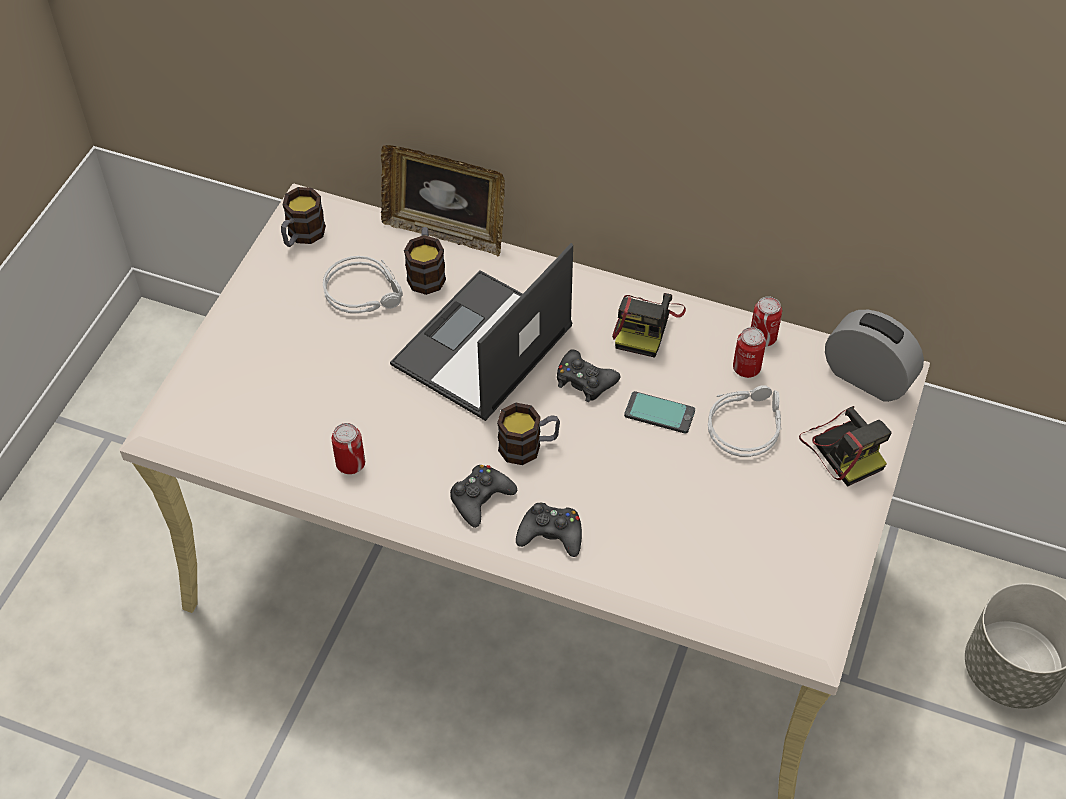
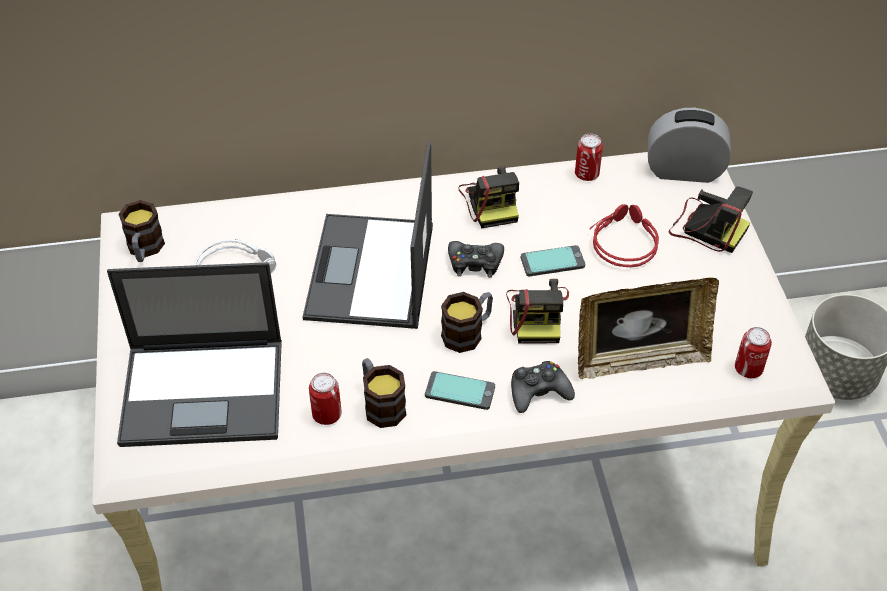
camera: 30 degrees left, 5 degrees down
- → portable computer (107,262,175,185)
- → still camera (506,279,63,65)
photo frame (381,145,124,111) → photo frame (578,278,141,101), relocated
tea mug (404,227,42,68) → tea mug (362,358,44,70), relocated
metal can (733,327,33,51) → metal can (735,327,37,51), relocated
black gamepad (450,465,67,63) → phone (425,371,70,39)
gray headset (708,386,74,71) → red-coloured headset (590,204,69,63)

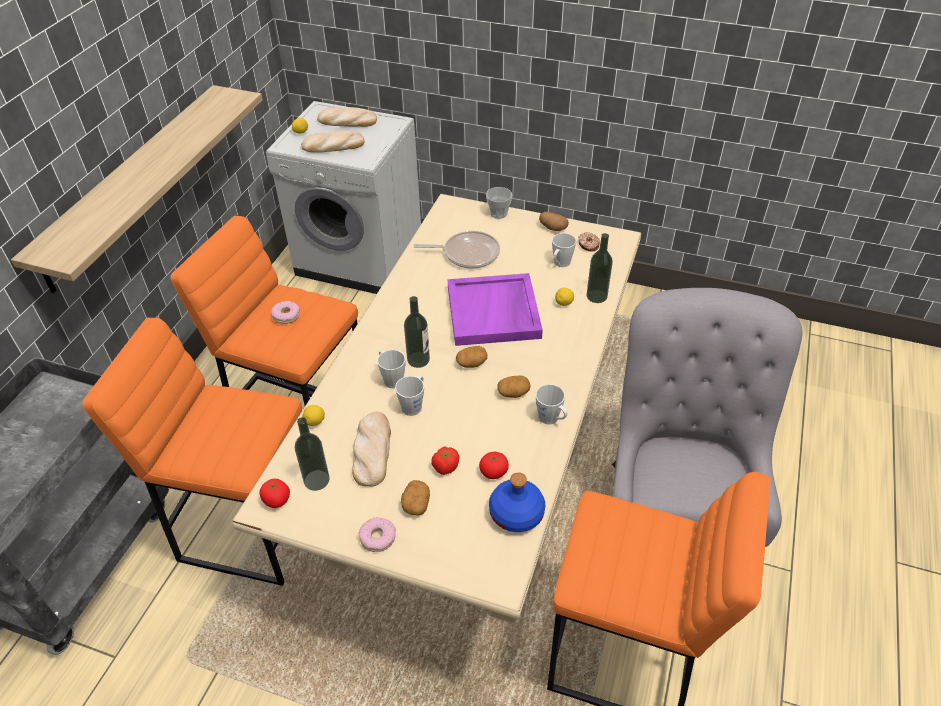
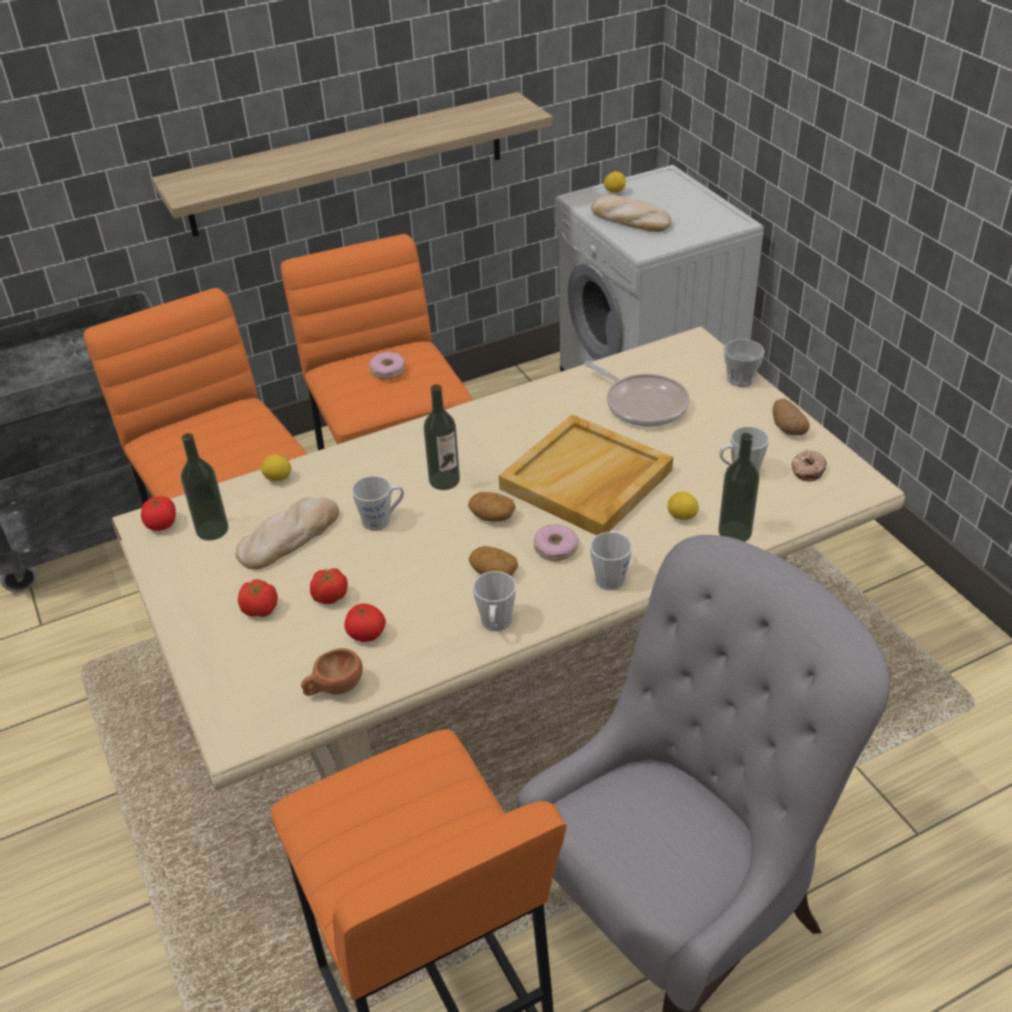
camera: 45 degrees right, 5 degrees down
bread (317,107,60,20) → -
donut (359,517,37,35) → donut (534,524,45,37), relocated
gray tea mug (377,350,29,39) → gray tea mug (590,530,42,60), relocated
spud (401,480,29,36) → tomato (238,579,40,38)
blue-coloured bottle (489,473,56,59) → brown drinking cup (301,648,62,48)
purple serving tray (448,273,95,73) → beige serving tray (499,414,174,122)

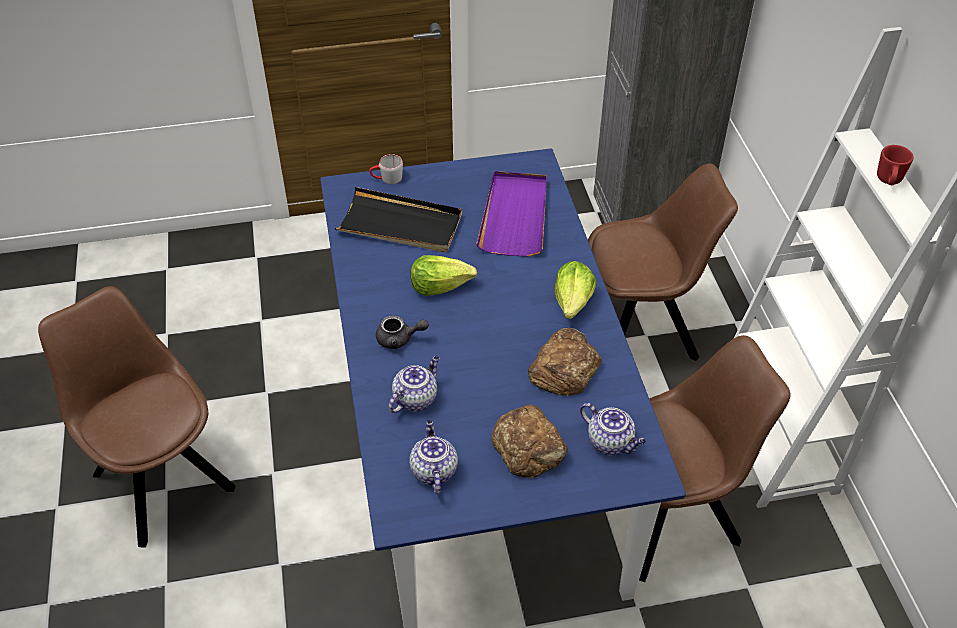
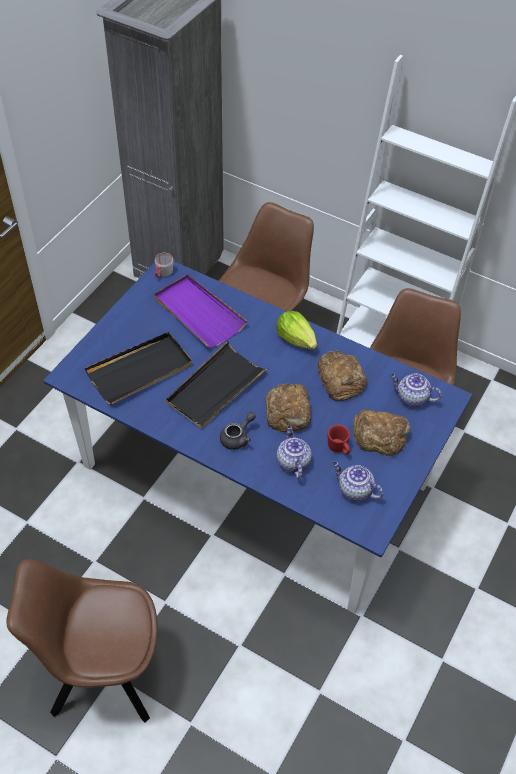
camera: 50 degrees left, 5 degrees up
- → bread (265,383,46,49)
gray tea mug (369,154,34,30) → gray tea mug (155,253,19,24), relocated
red-coloured tea mug (877,145,37,40) → red-coloured tea mug (328,425,22,30), relocated
lettuce head (411,255,66,41) → black serving tray (166,341,102,87)
pot for tea (580,403,66,52) → pot for tea (390,374,52,33), 150 degrees counterclockwise

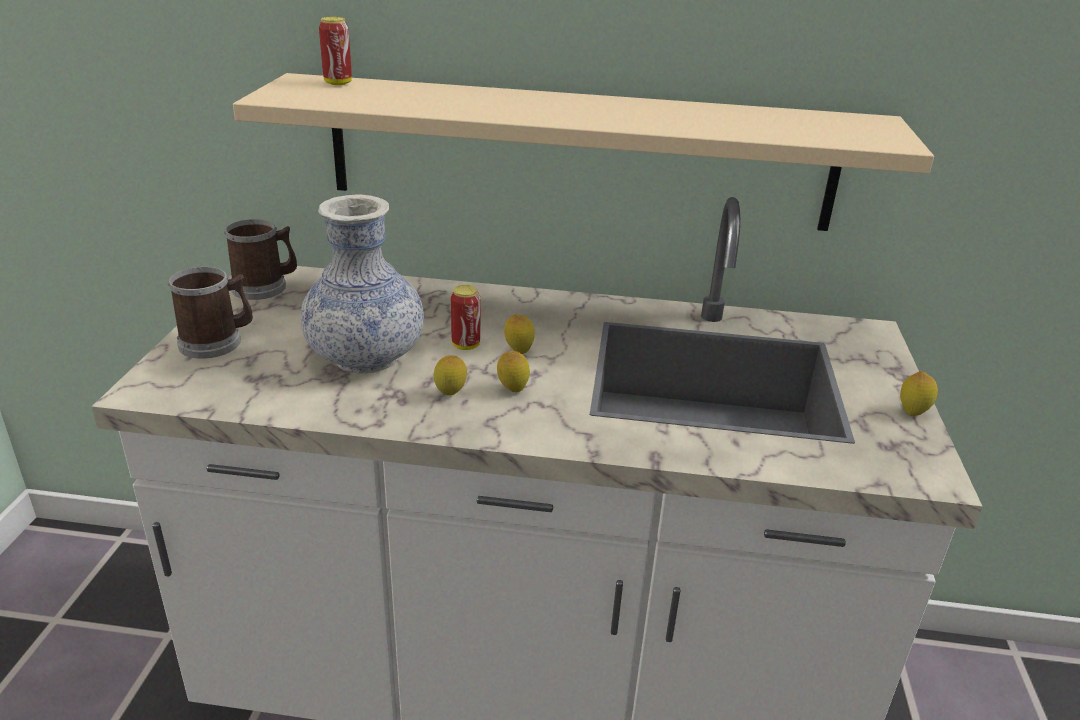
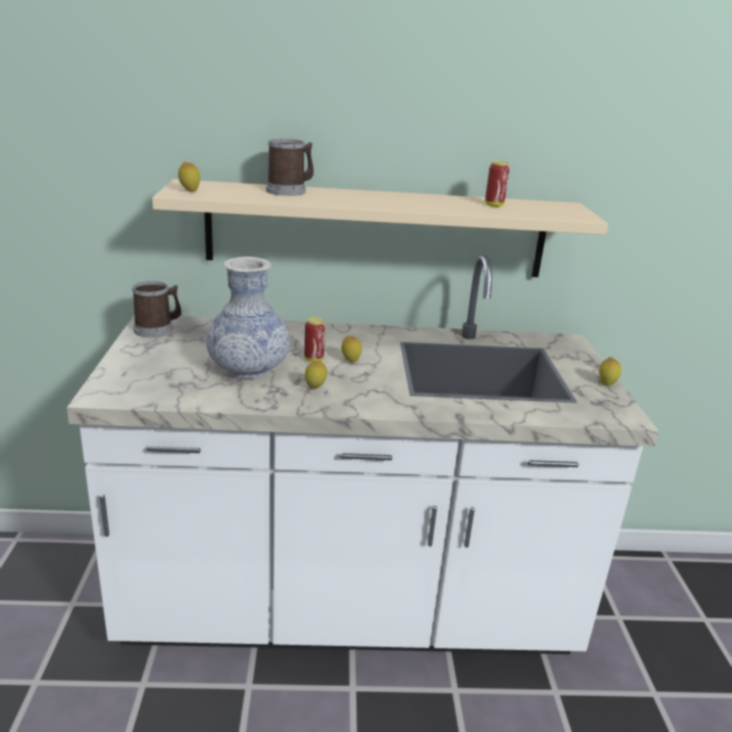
camera: 10 degrees left, 5 degrees down
tea mug (168,267,85,92) → tea mug (266,139,48,57), relocated
metal can (319,17,33,68) → metal can (485,161,25,46), relocated
citrus fruit (497,351,33,41) → citrus fruit (178,162,22,30), relocated

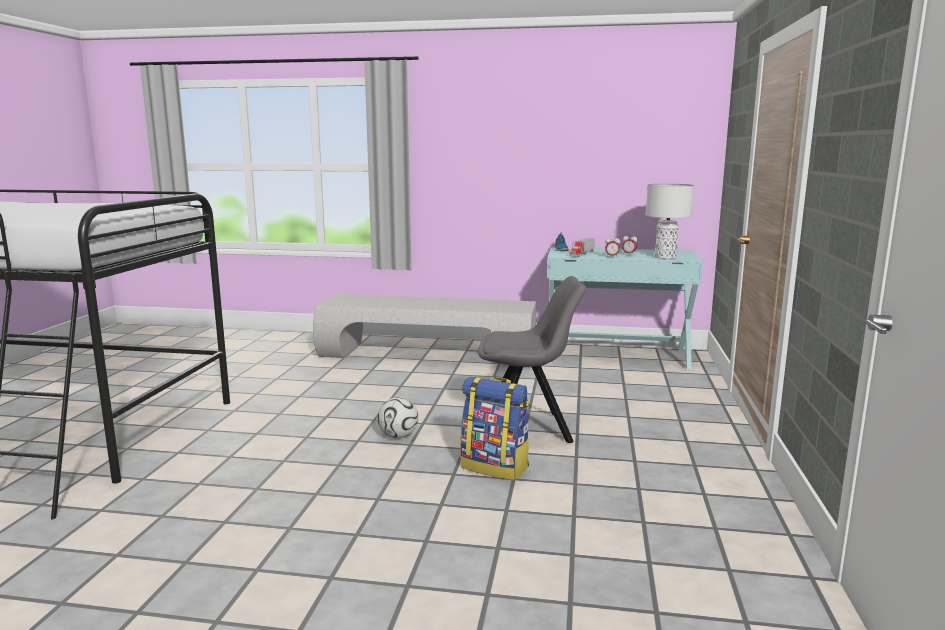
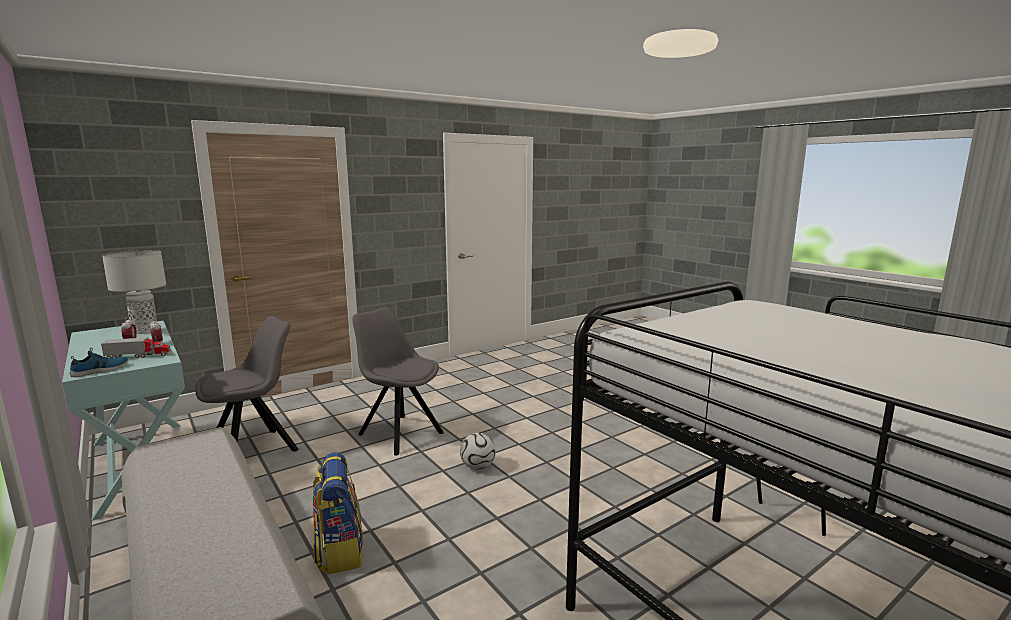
camera: 135 degrees left, 0 degrees up
- → gray chair (195,316,103,136)
knapsack (460,376,69,104) → knapsack (312,452,51,123), relocated

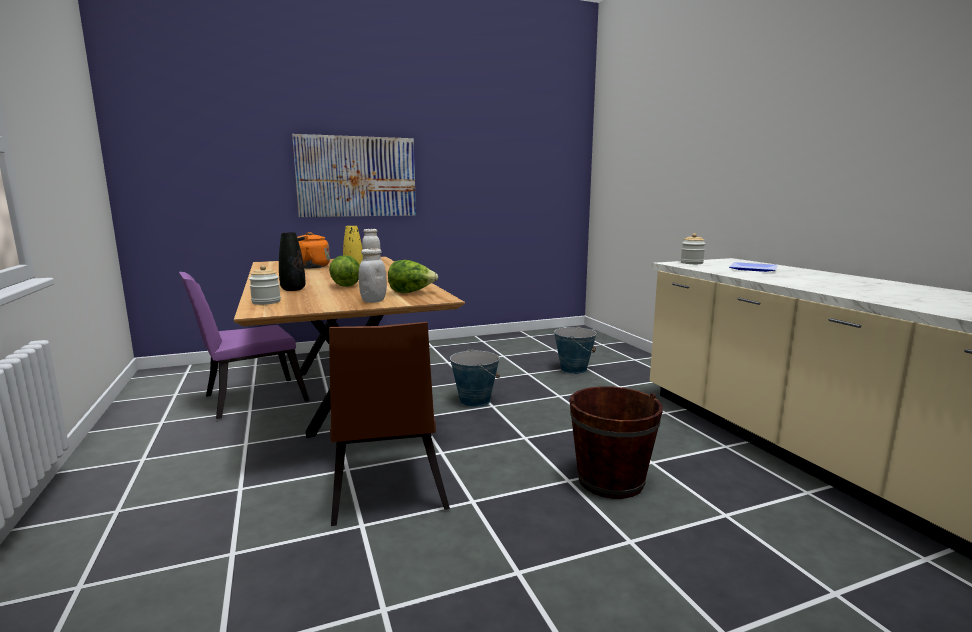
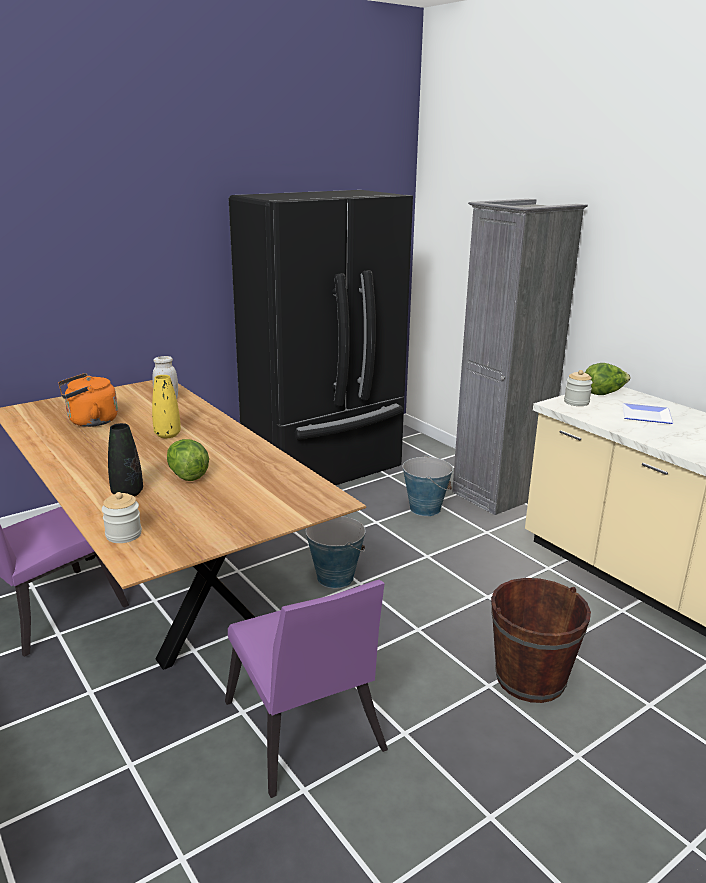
camera: 15 degrees left, 10 degrees up
wall art (292,134,124,83) → -
white-coloured preserve jar (359,248,28,55) → -
- → black refrigerator (229,190,184,295)
- → gray cabinet (452,199,136,316)
lettuce head (388,260,50,33) → lettuce head (585,363,46,32), relocated
brown chair (329,322,121,204) → purple chair (225,580,163,218)

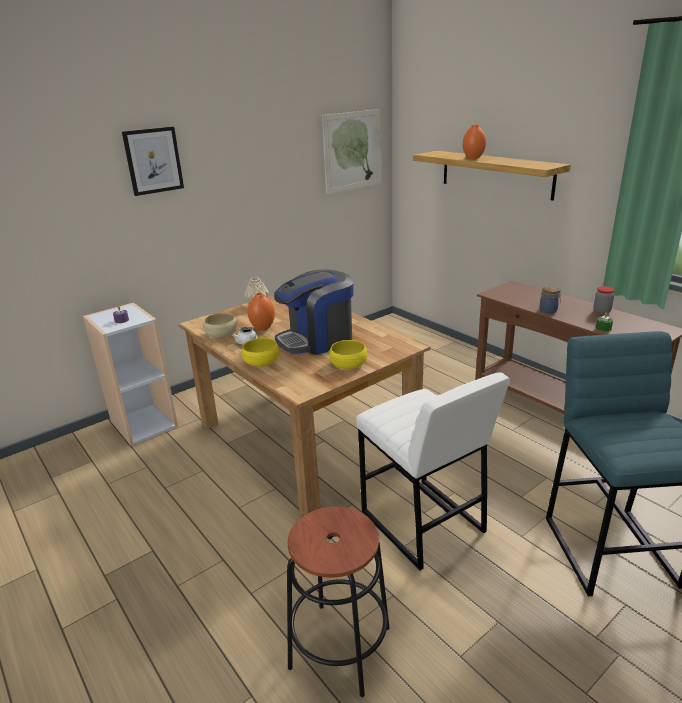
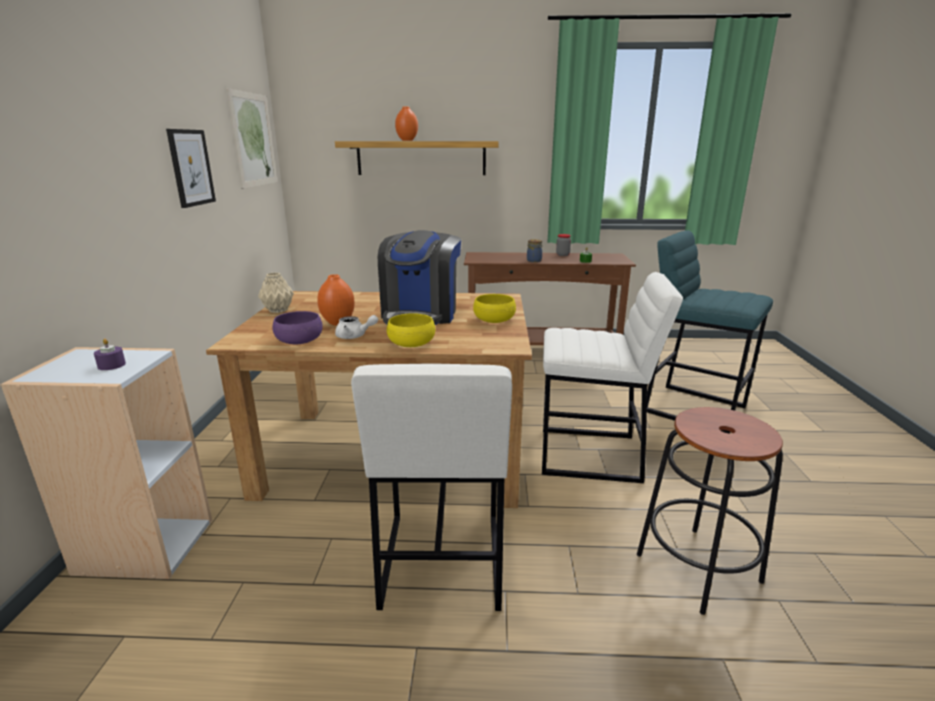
camera: 50 degrees left, 5 degrees down
- → white-coloured chair (351,364,161,247)
wall art (122,127,62,69) → wall art (166,129,50,79), relocated
beige serving bowl (203,313,34,25) → purple serving bowl (272,311,51,33)

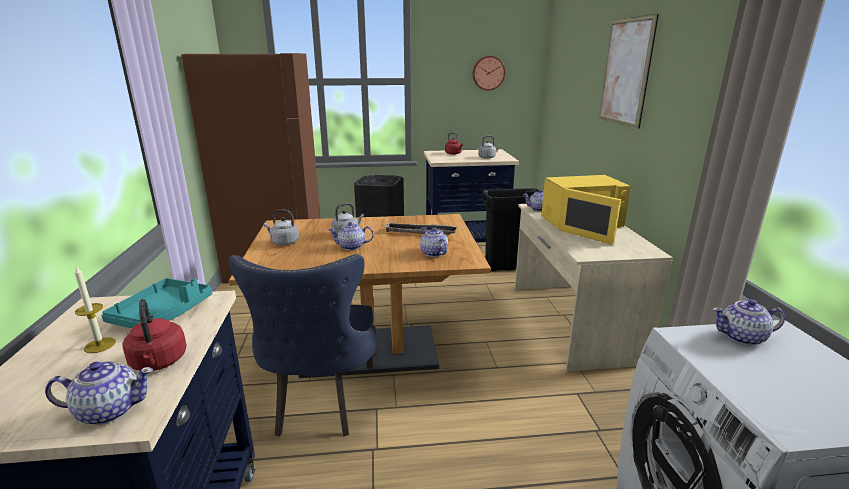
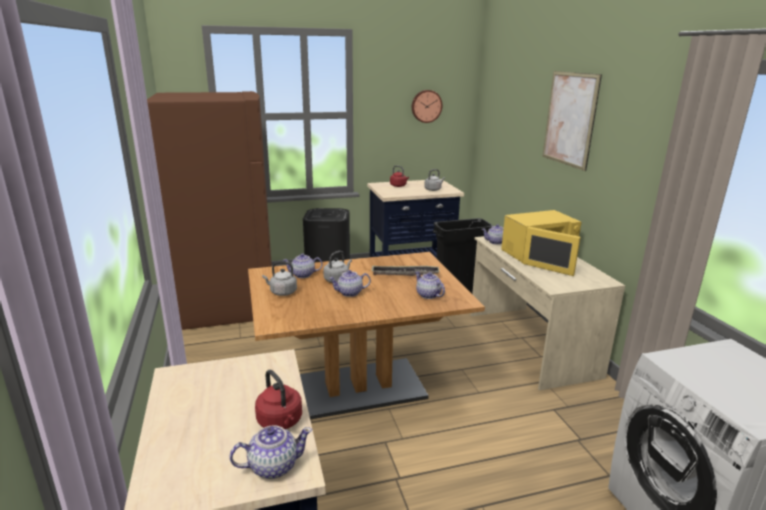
camera: 10 degrees left, 0 degrees up
wax candle (74,267,42,86) → -
turquoise serving tray (101,278,111,50) → -
blue-coloured chair (229,254,147,183) → -
pot for tea (713,299,72,47) → pot for tea (283,253,39,25), relocated

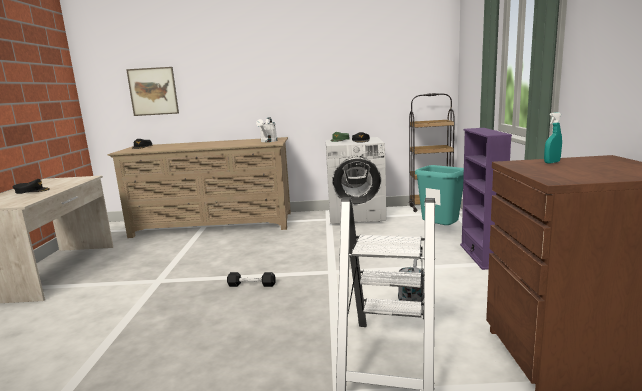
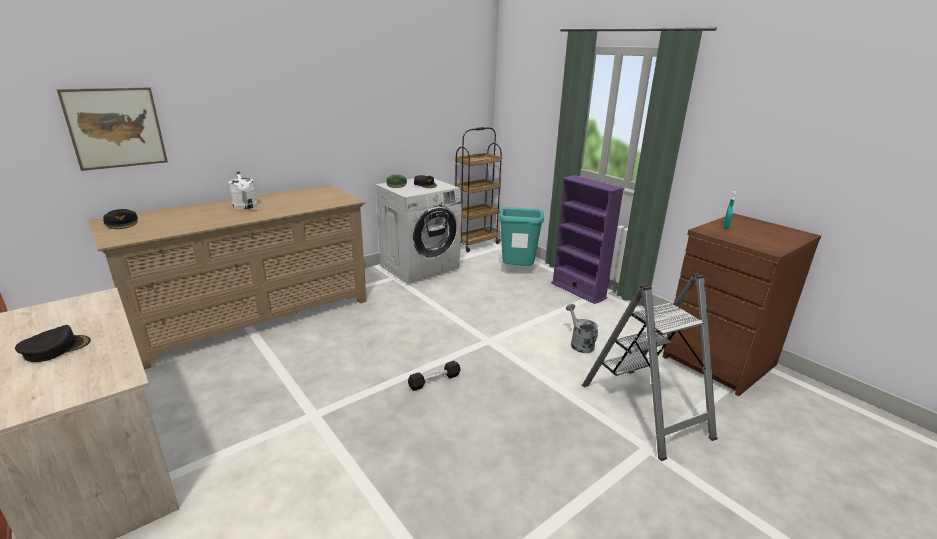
camera: 40 degrees left, 10 degrees up
white-coloured sprinkling can (256,117,21,25) → white-coloured sprinkling can (228,171,30,38), relocated

